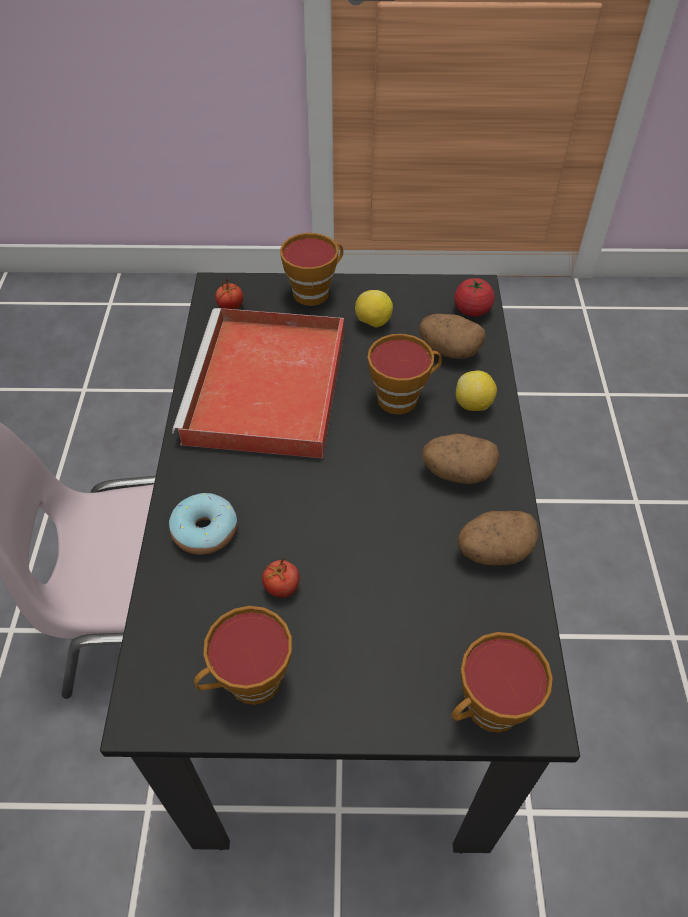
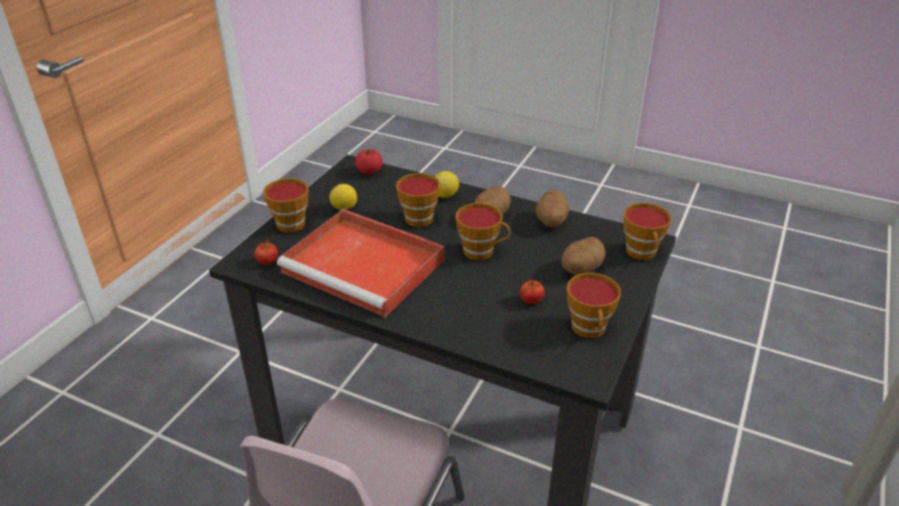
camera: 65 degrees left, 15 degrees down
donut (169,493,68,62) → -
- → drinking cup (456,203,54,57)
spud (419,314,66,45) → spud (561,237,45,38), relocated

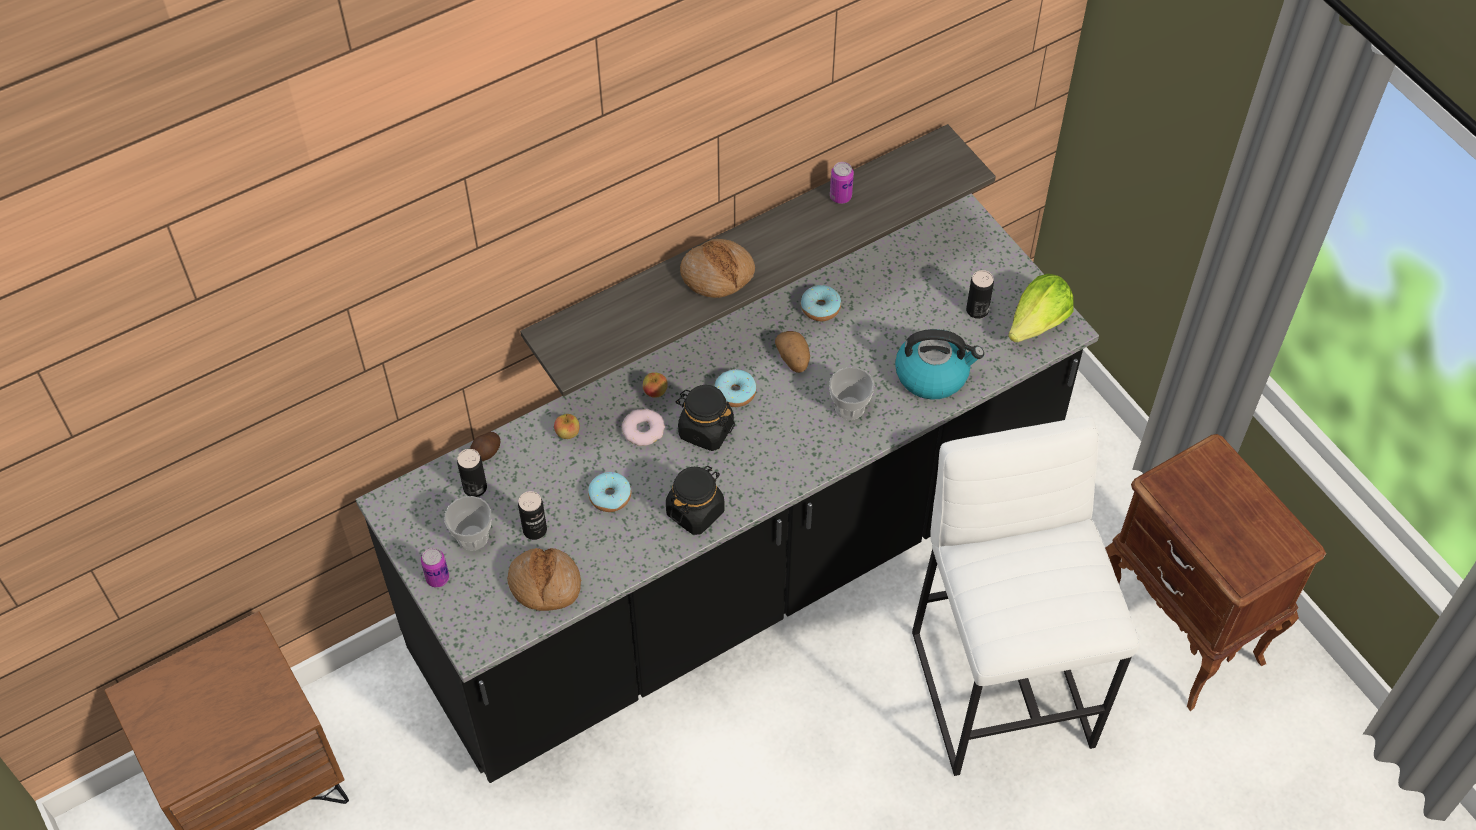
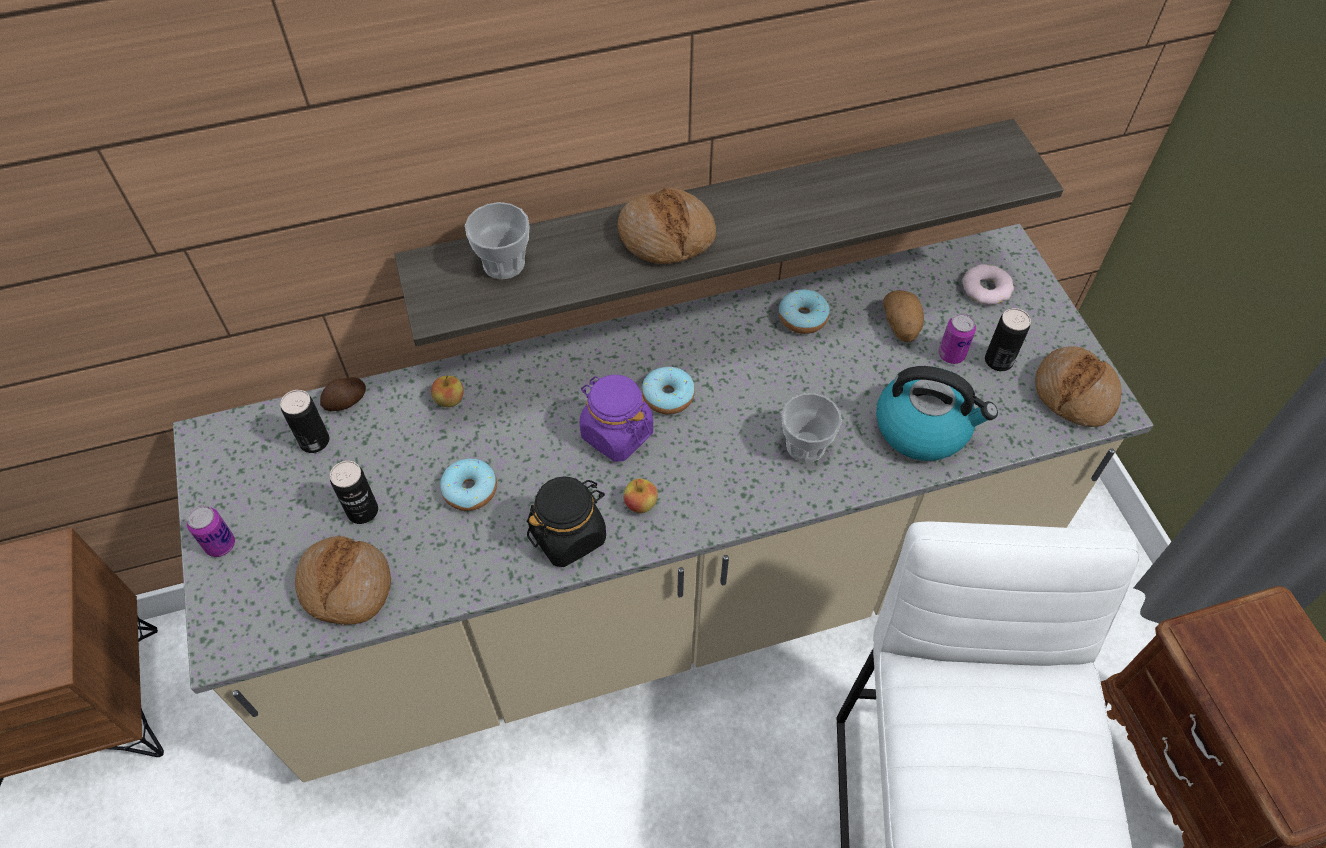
camera: 15 degrees right, 0 degrees up
drinking cup (445,496,47,55) → drinking cup (465,202,65,78), relocated
donut (622,409,43,37) → donut (962,264,52,41), relocated
apple fruit (643,372,25,26) → apple fruit (624,478,34,35), relocated
spud (775,331,35,42) → spud (883,290,41,52), relocated
metal can (830,162,24,42) → metal can (939,313,37,51), relocated
lettuce head (1008,274,65,68) → bread (1035,346,87,81)
black kitchen counter (356,193,743,590) → beige kitchen counter (173,224,980,558)
black preserve jar (676,385,59,66) → purple preserve jar (580,375,73,87)

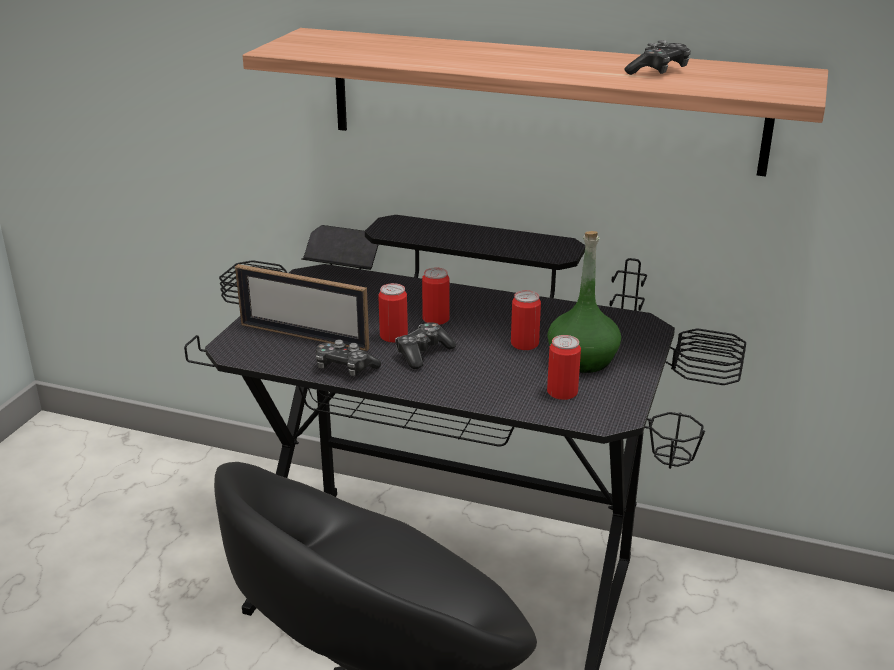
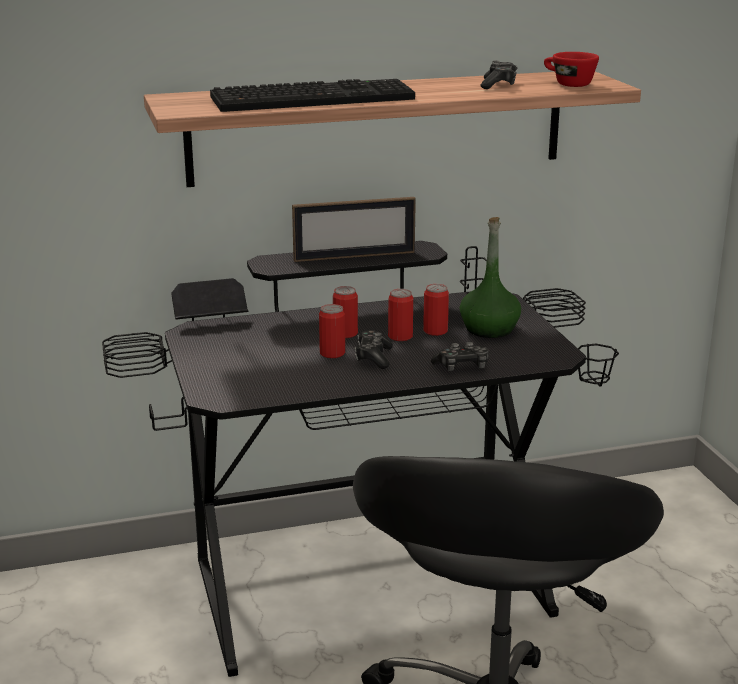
camera: 35 degrees left, 5 degrees down
- → keyboard (210,79,205,33)
- → red-coloured drinking cup (544,52,55,35)
photo frame (235,264,134,87) → photo frame (292,197,124,65), relocated
gamepad (316,339,65,37) → gamepad (431,342,58,29), relocated
metal can (547,335,34,65) → metal can (388,289,25,52), relocated

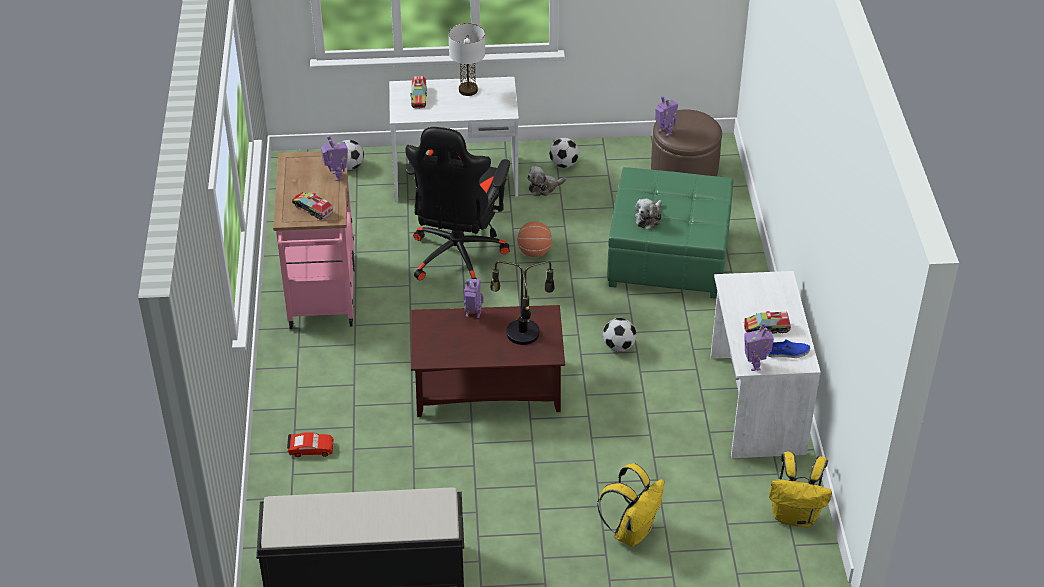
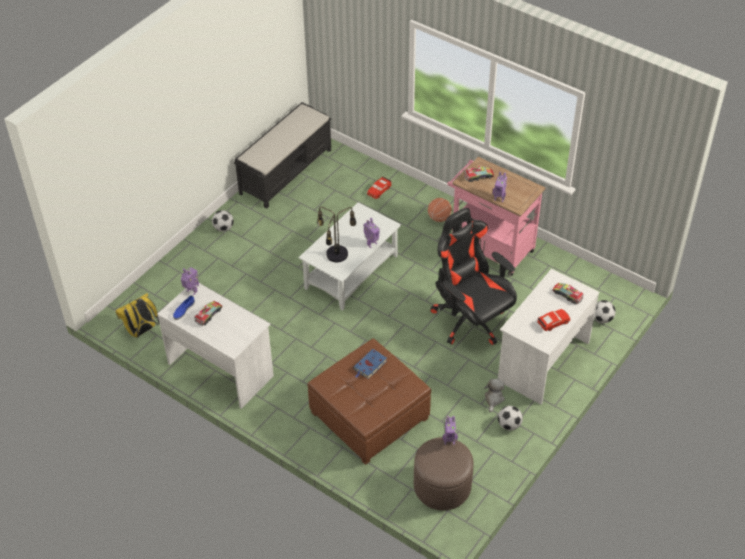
camera: 130 degrees right, 5 degrees up
yellow knapsack (597,463,68,84) → -
basketball (517,222,35,35) → basketball (428,198,24,24), relocated
football ball (603,318,33,34) → football ball (212,210,22,22), relocated
lamp for a table (449,23,36,73) → red-coloured toy car (537,309,33,22)
plush toy (635,198,27,32) → blue-coloured volume (353,349,34,30)
brown coffee table (411,305,154,112) → white-coloured coffee table (299,202,102,109)
greenish pouffe (607,167,126,132) → brown pouffe (308,338,123,127)

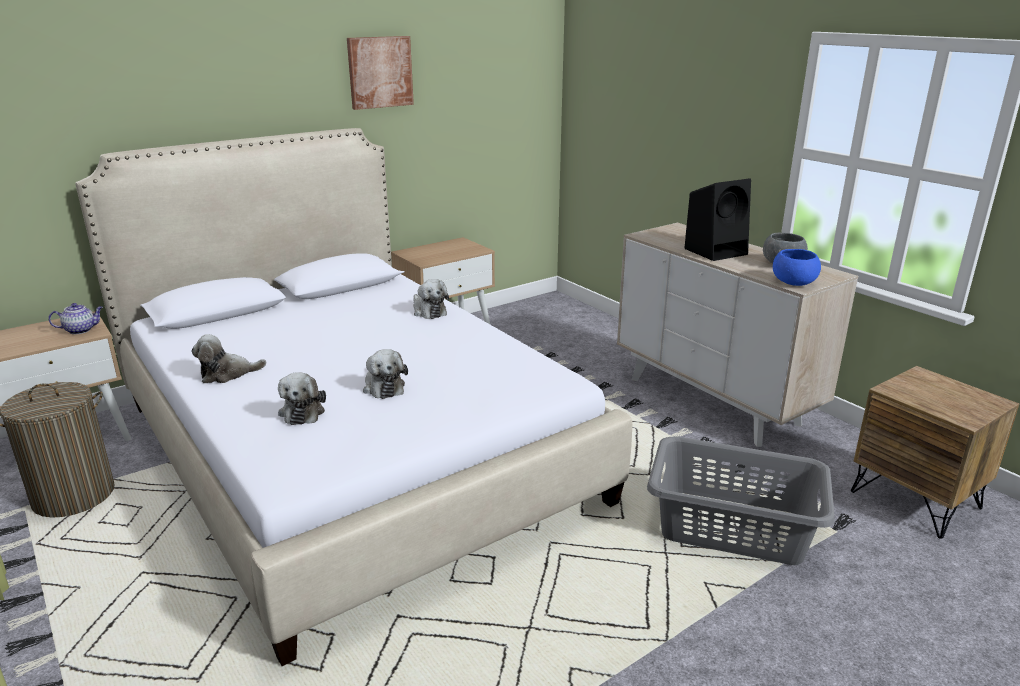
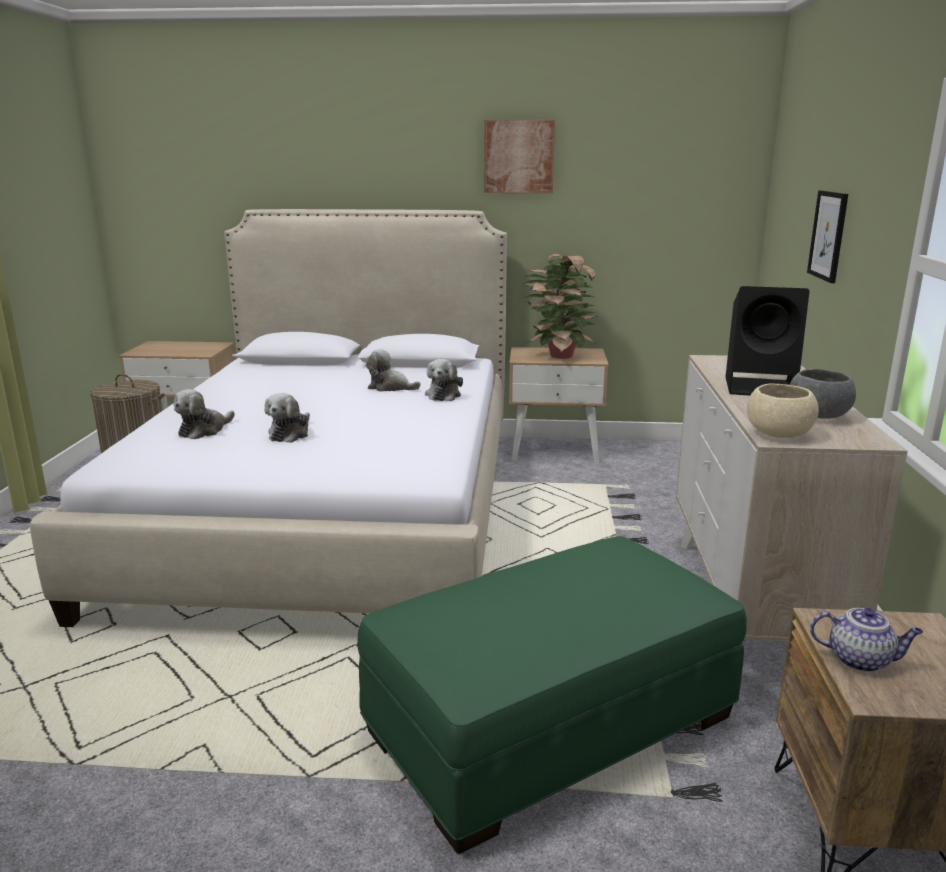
camera: 40 degrees right, 5 degrees down
- → potted plant (523,254,75,105)
- → wall art (807,190,41,93)
pot for tea (48,303,55,31) → pot for tea (810,608,113,64), relocated
plush toy (191,334,75,49) → plush toy (366,349,55,43), relocated
gray washing basket (647,436,188,129) → greenish pouffe (357,536,390,318)
blue-coloured serving bowl (773,249,48,37) → beige serving bowl (747,383,72,55)

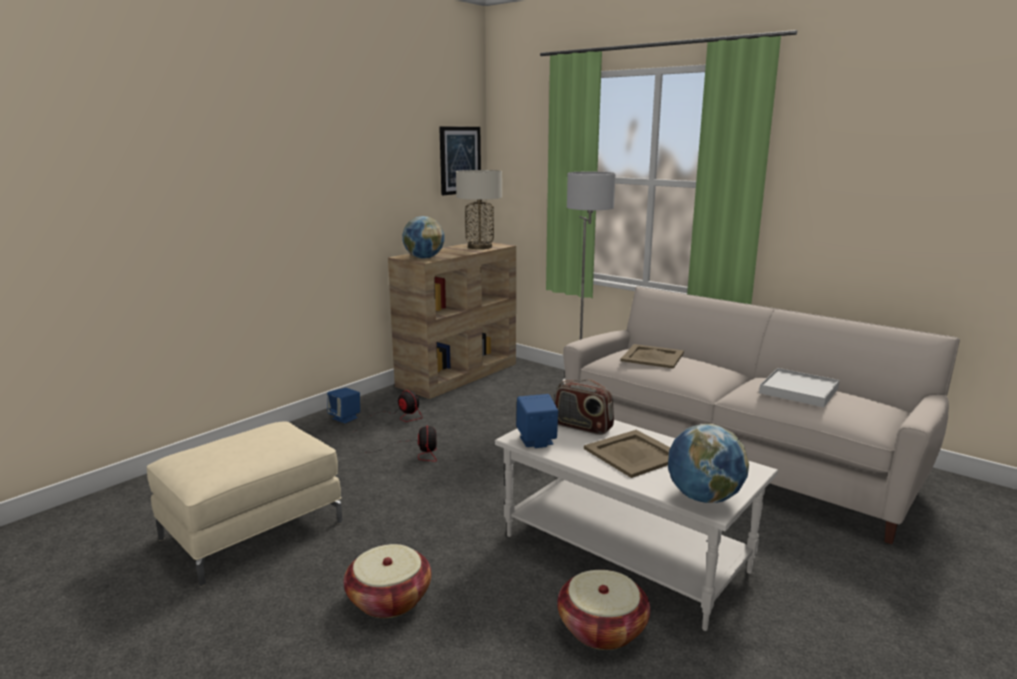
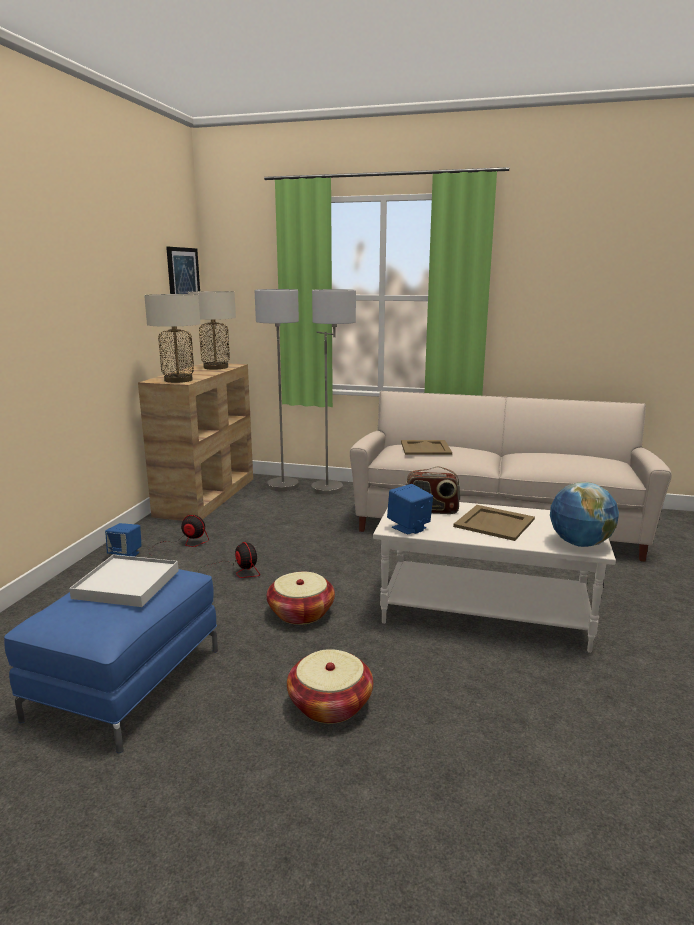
camera: 25 degrees left, 0 degrees up
- → gray standard lamp (255,289,44,202)
household basket (557,570,93,80) → household basket (267,572,68,53), relocated
white-coloured serving tray (759,368,81,39) → white-coloured serving tray (69,555,110,52), relocated
desk globe (402,216,43,42) → lamp for a table (144,294,57,89)
beige pouffe (147,421,196,165) → blue-coloured pouffe (4,569,214,184)

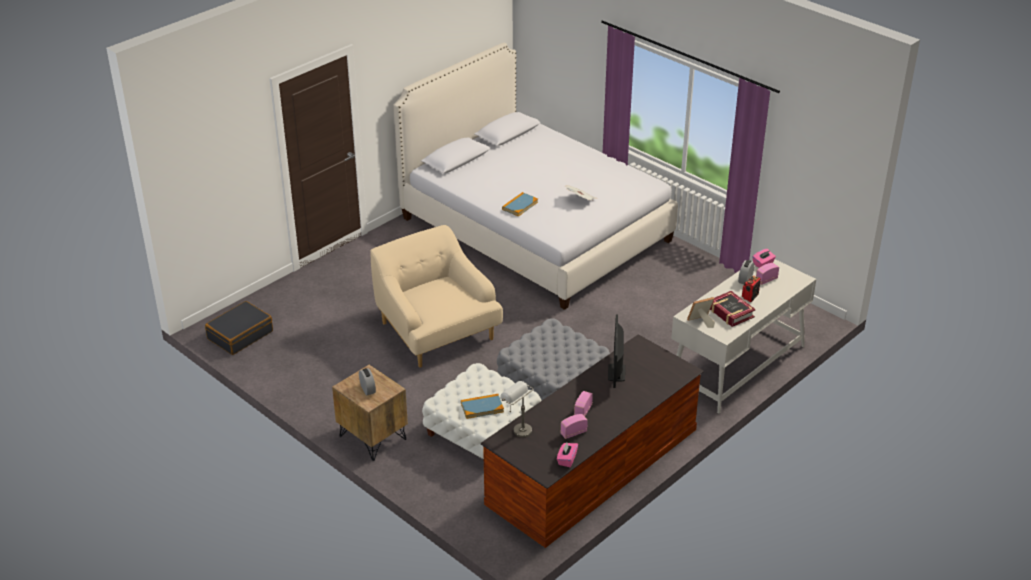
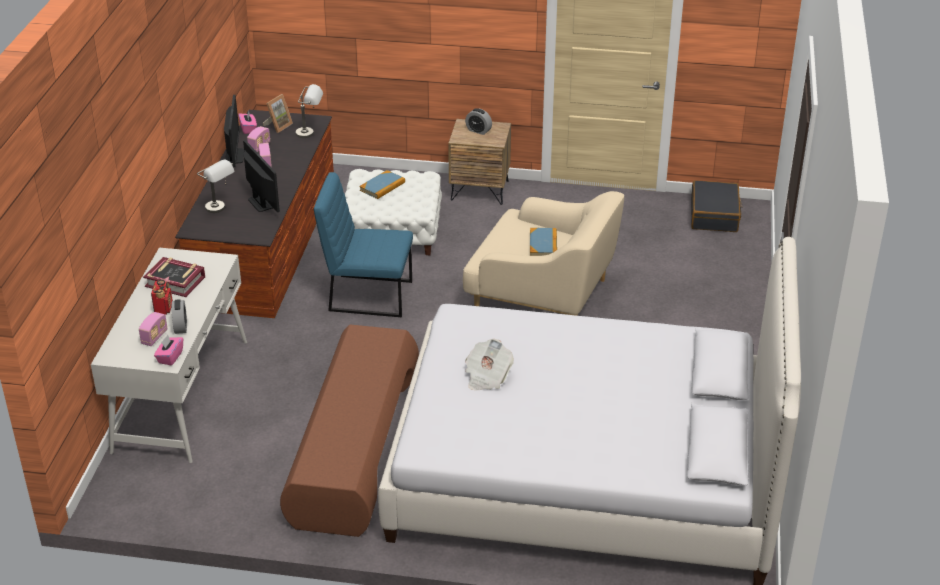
camera: 145 degrees right, 0 degrees up
- → gray lamp for a table (197,160,37,53)
- → monitor (224,95,20,72)
- → brown indoor bench (280,325,139,212)
volume (502,192,36,25) → volume (530,228,27,28), relocated
photo frame (687,297,28,31) → photo frame (263,94,30,39), relocated
gray pouffe (497,318,113,82) → blue-coloured chair (314,172,99,145)

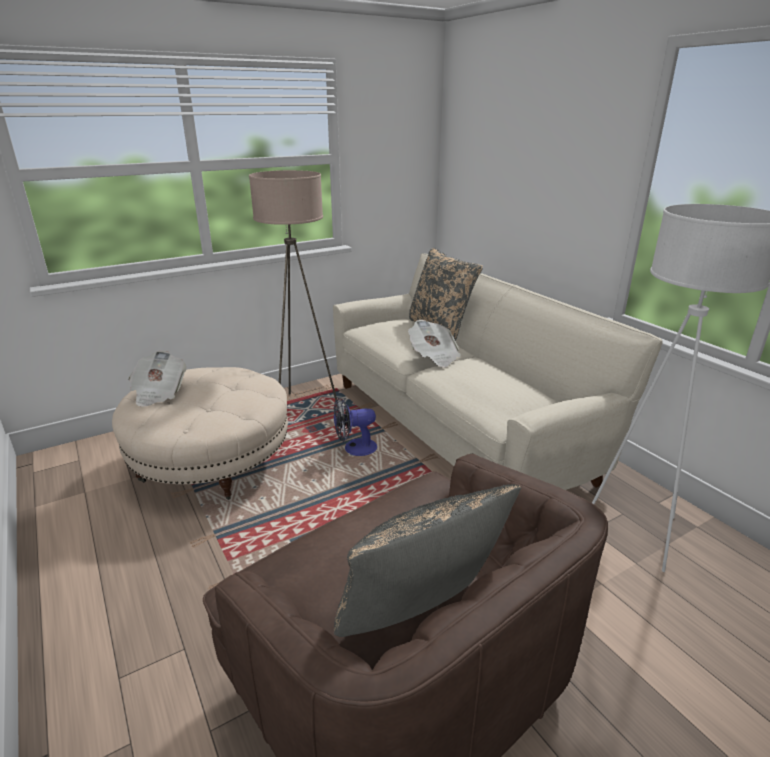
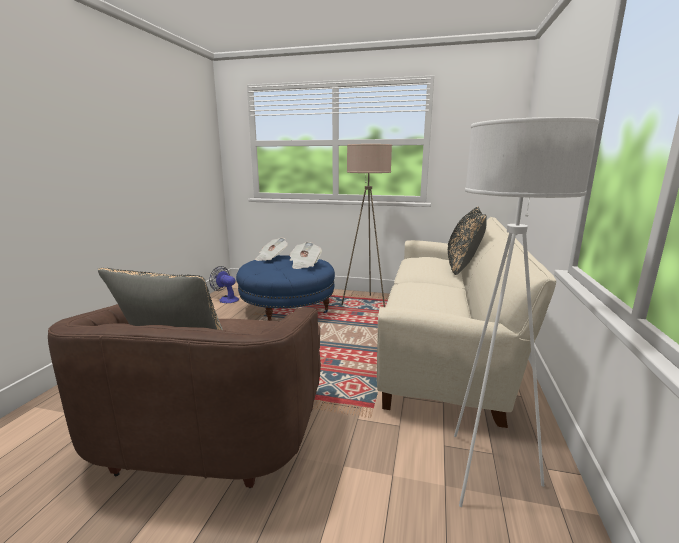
camera: 45 degrees right, 10 degrees down
cooling fan (334,398,43,58) → cooling fan (209,266,30,37), relocated
printed paper (408,320,53,48) → printed paper (289,242,33,27), relocated
beige pouffe (112,367,176,133) → blue-coloured pouffe (236,255,99,66)

